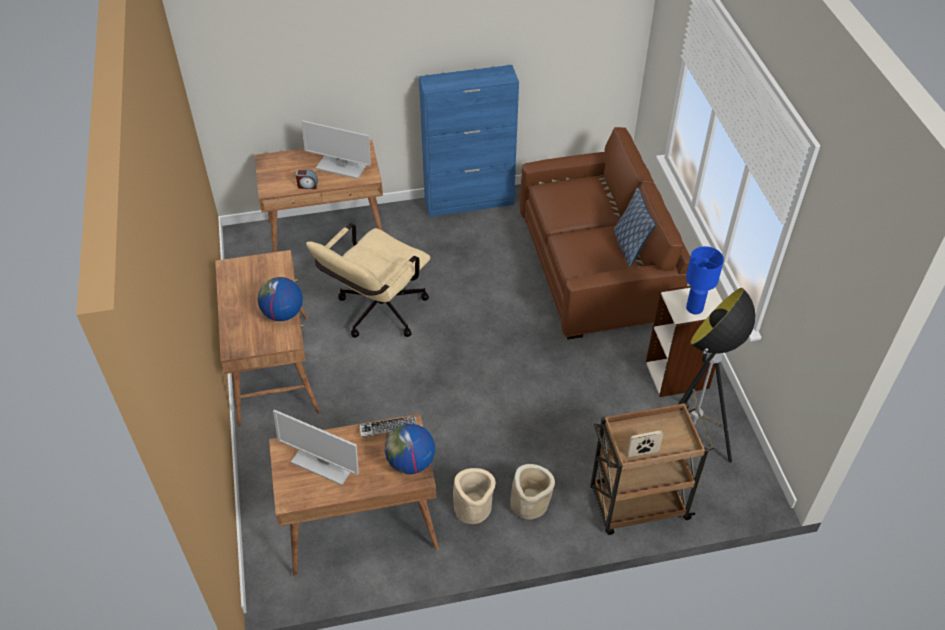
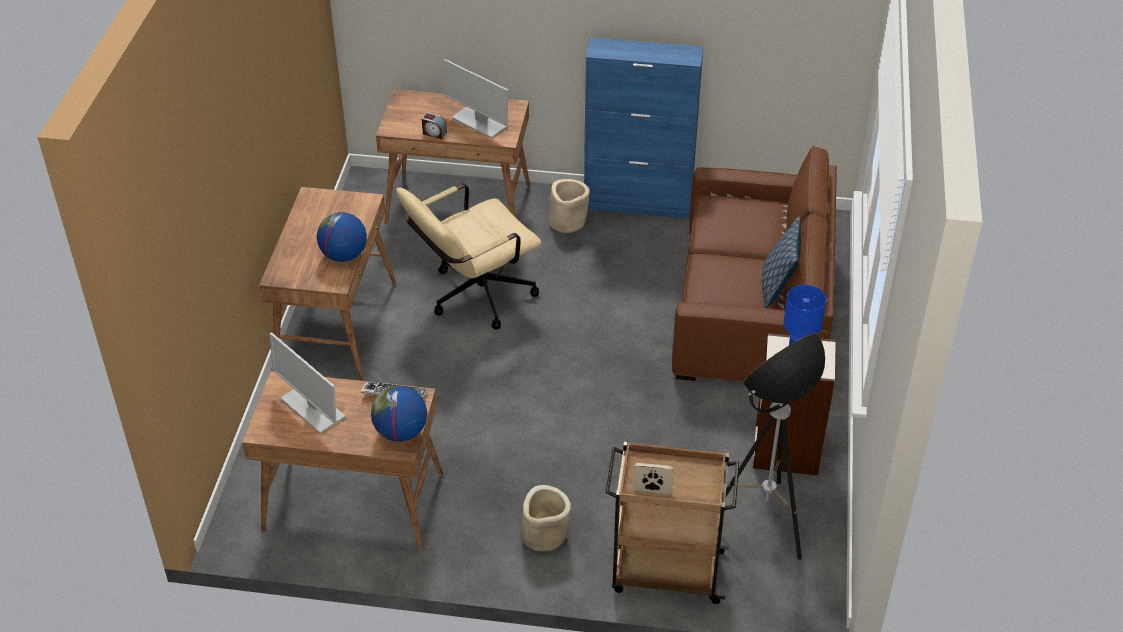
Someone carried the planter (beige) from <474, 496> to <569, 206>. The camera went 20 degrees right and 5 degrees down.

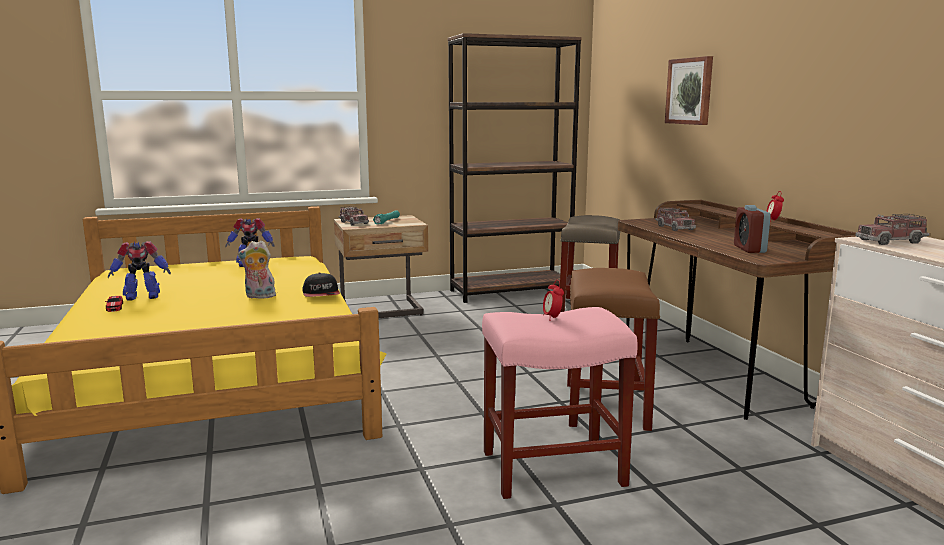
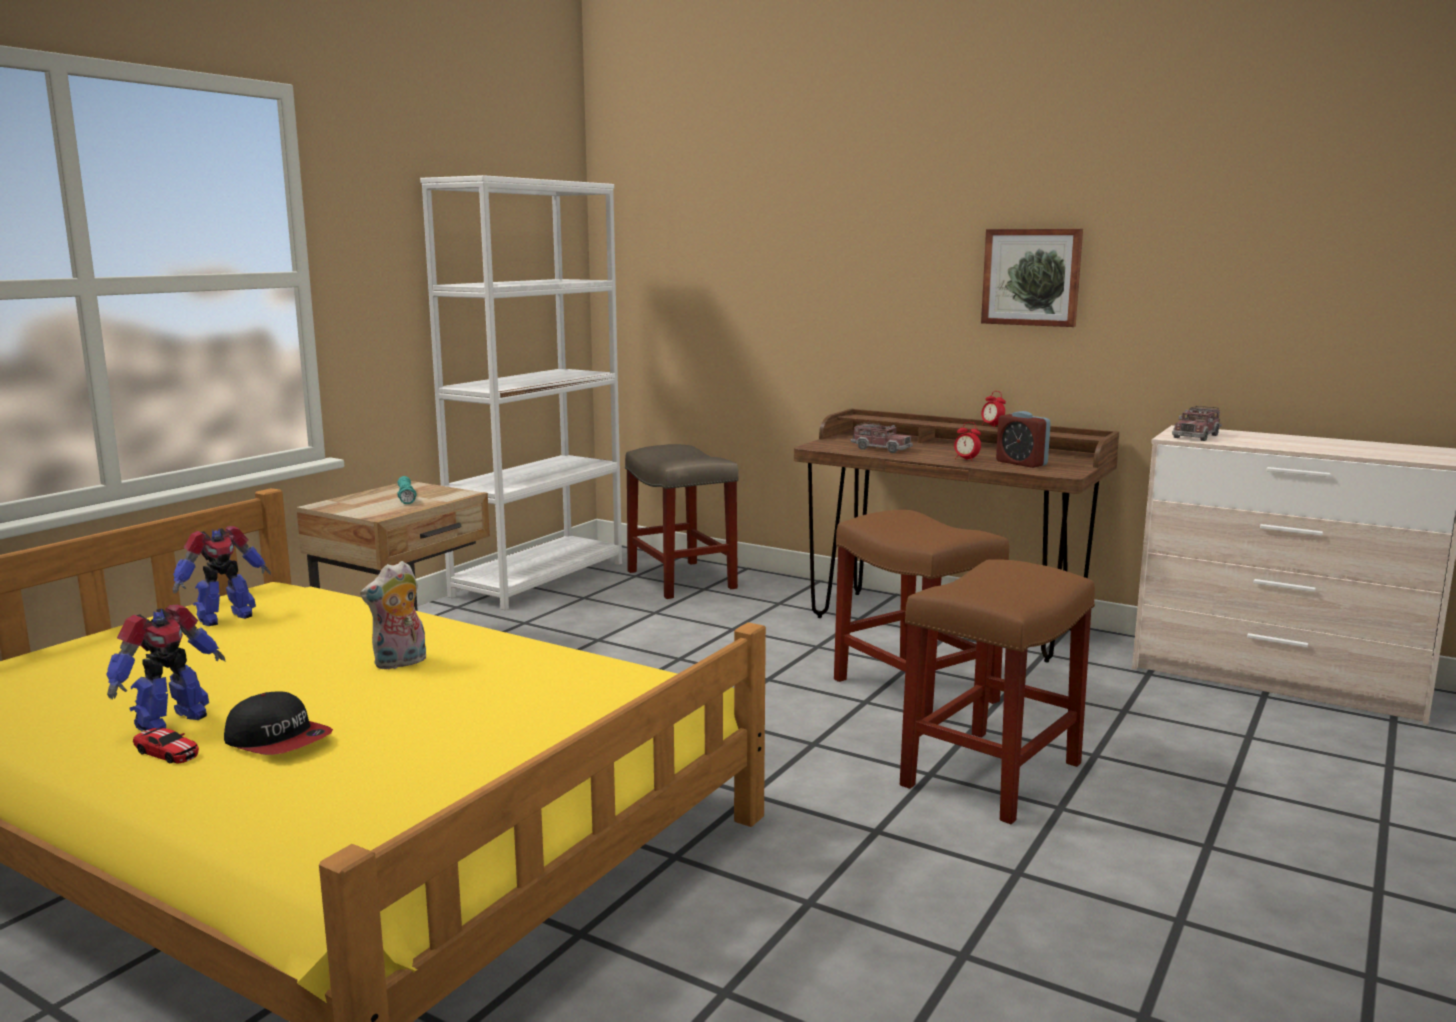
Someone carried the cap from <321, 285> to <278, 723>. Someone took away the toy truck at <354, 216>. Someone repainted the bookcase (brown) at <515, 168>, which became the bookcase (white) at <521, 392>. Someone repainted the stool (pink) at <560, 403>, which became the stool (brown) at <997, 691>. Someone carried the alarm clock from <553, 300> to <967, 441>. Someone carried the picture from <689, 90> to <1032, 278>. The camera went 40 degrees left and 0 degrees up.

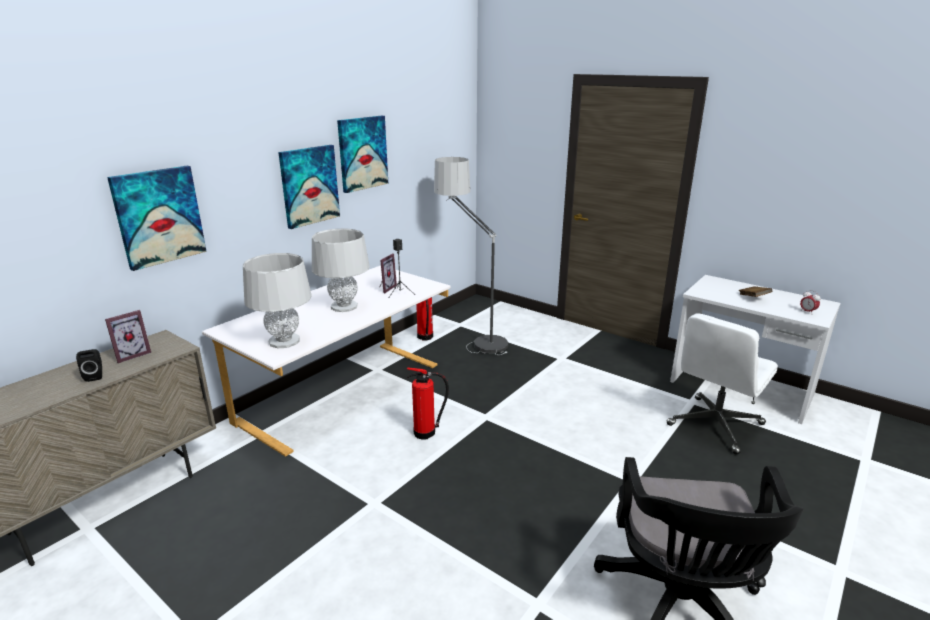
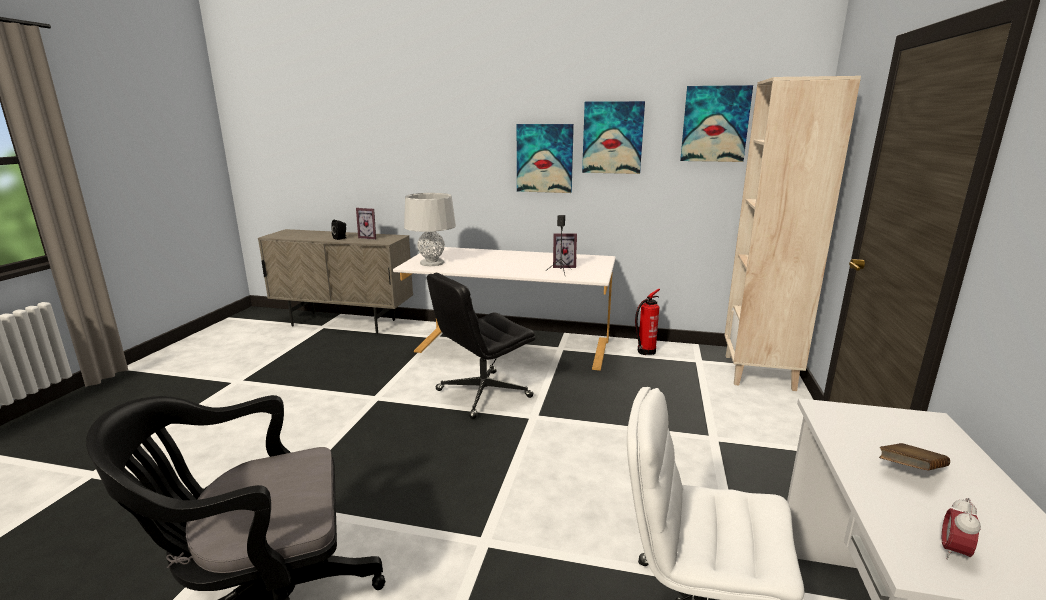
Someone carried the picture from <157, 218> to <716, 123>. Someone took away the table lamp (grey) at <341, 270>. Someone swapped the fire extinguisher at <428, 403> for the office chair (black) at <481, 346>. Someone took away the floor lamp at <471, 256>. Someone put down the bookcase (beige) at <792, 233>. The camera went 65 degrees right and 5 degrees down.

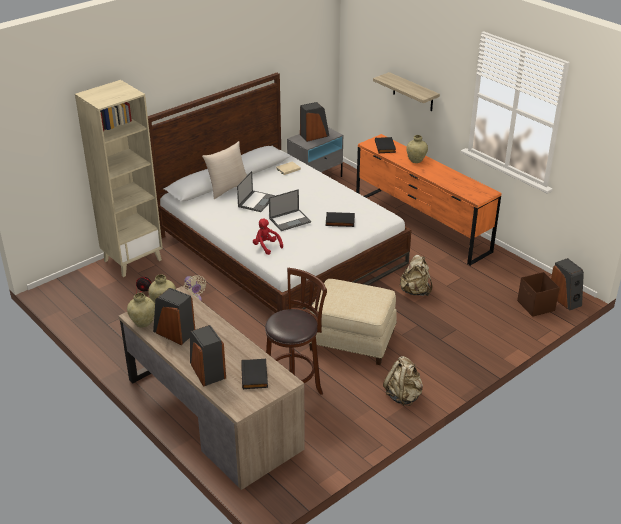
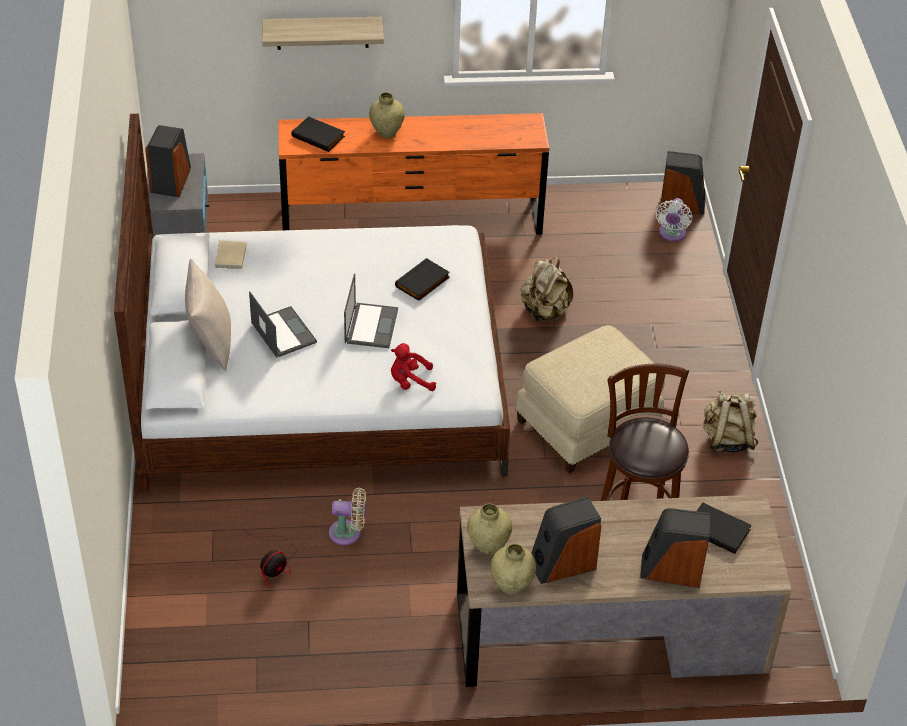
Someone took away the bookcase (beige) at <119, 178>. Someone swapped the storage box (brown) at <538, 294> for the fan (white) at <674, 219>. The camera went 55 degrees left and 10 degrees up.

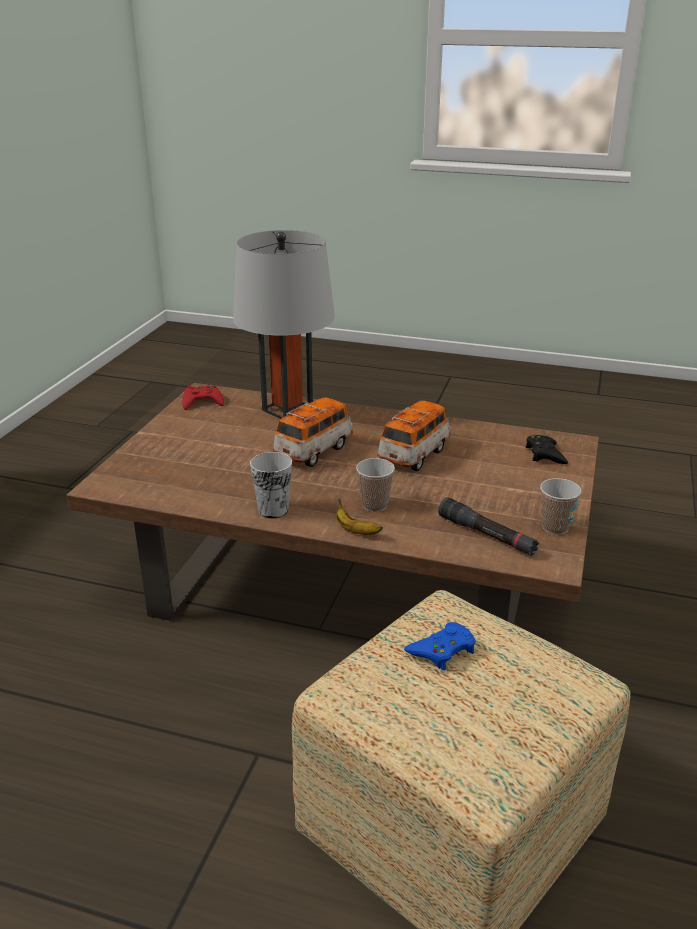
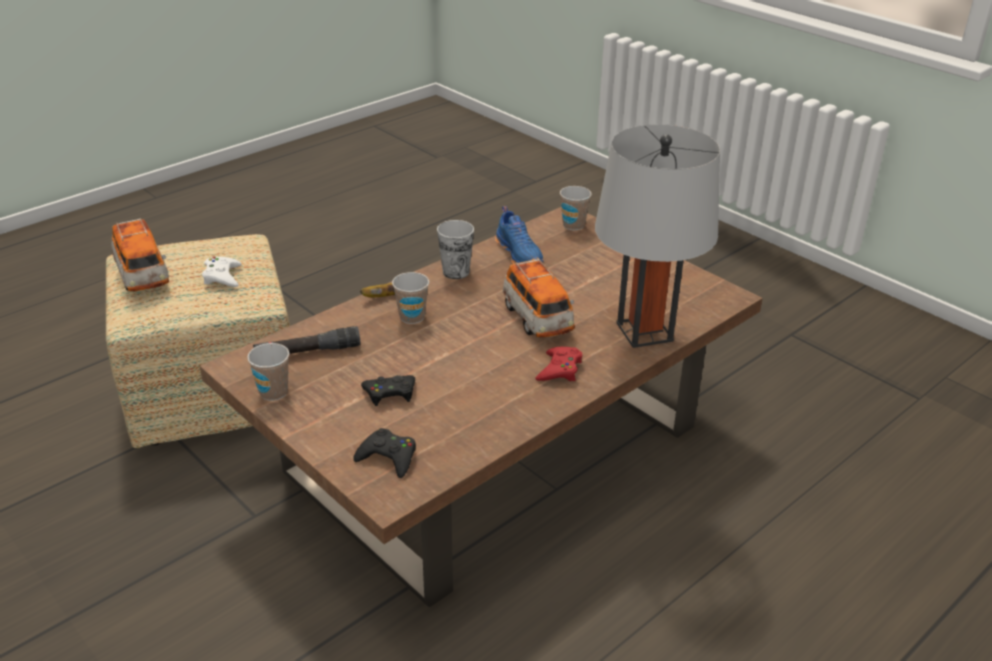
Someone carried the game controller (red) from <203, 397> to <558, 364>. Someone carried the toy car from <414, 436> to <140, 255>. Someone repainted the game controller (blue) at <440, 646>, which became the game controller (white) at <222, 272>. Someone put down the game controller (black) at <388, 390>. Someone put down the shoe (blue) at <519, 235>. Someone put down the cup at <576, 208>. The camera went 120 degrees right and 5 degrees up.

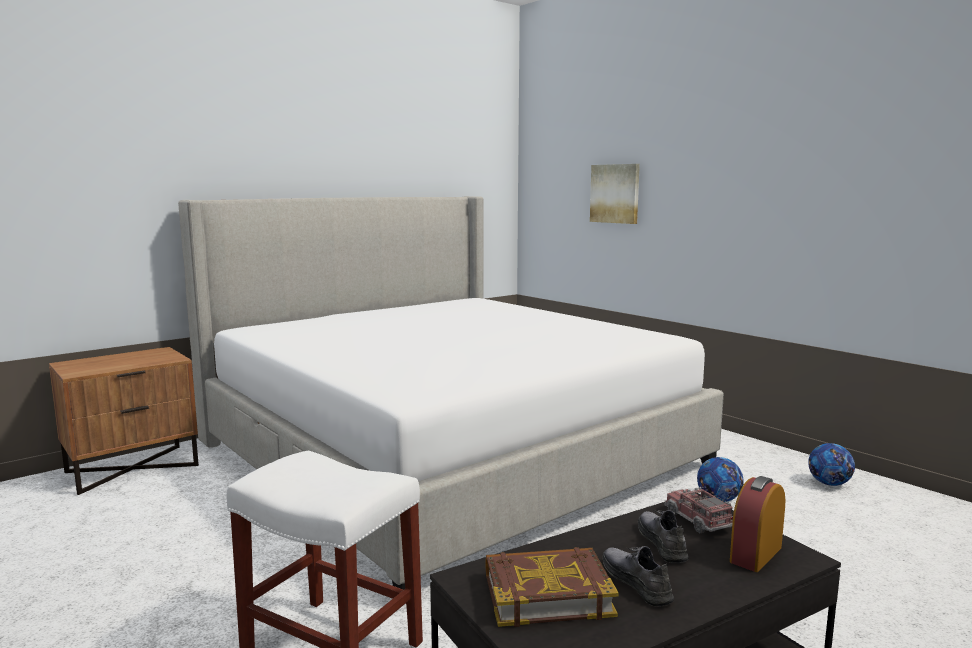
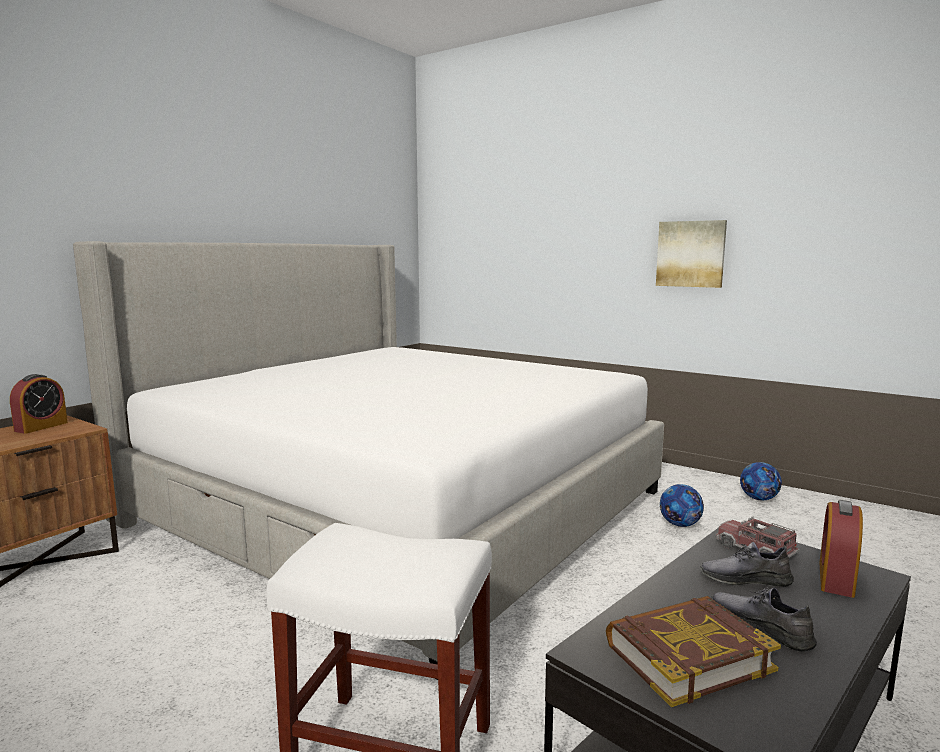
Someone carried the picture from <615, 194> to <691, 254>. Someone rotated the shoe (grey) at <663, 536> by 60 degrees counterclockwise. Someone put down the alarm clock at <39, 404>. The camera went 15 degrees left and 0 degrees up.

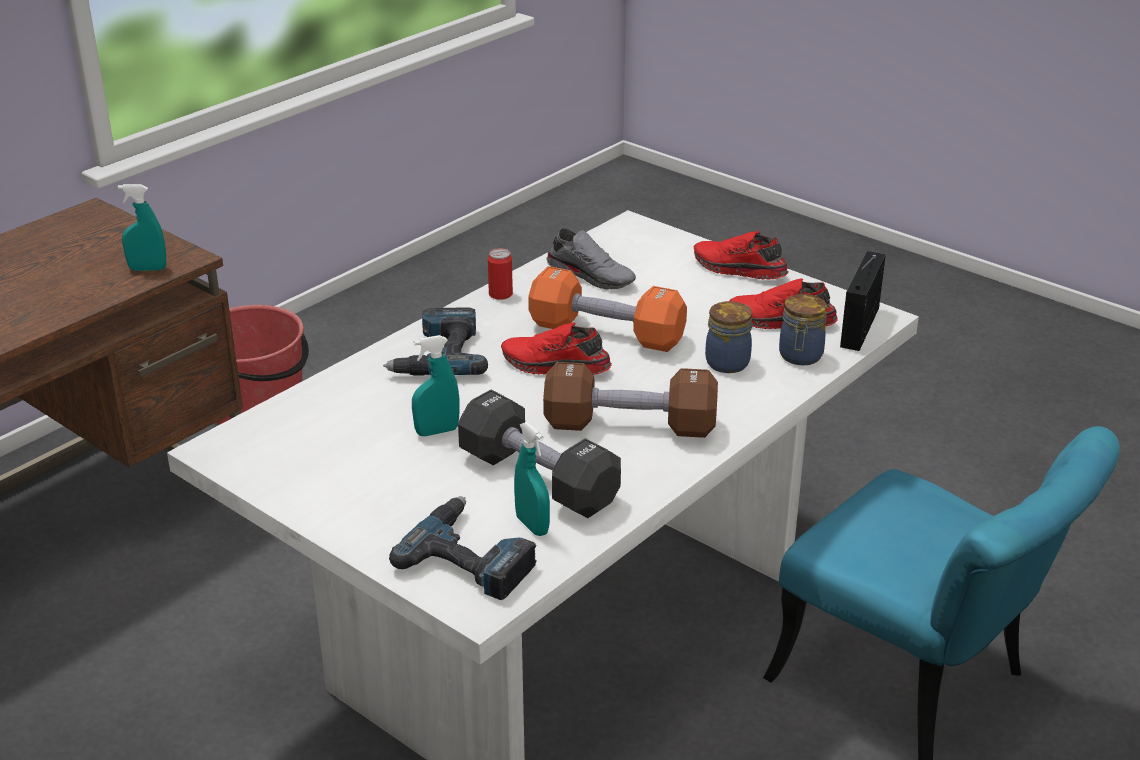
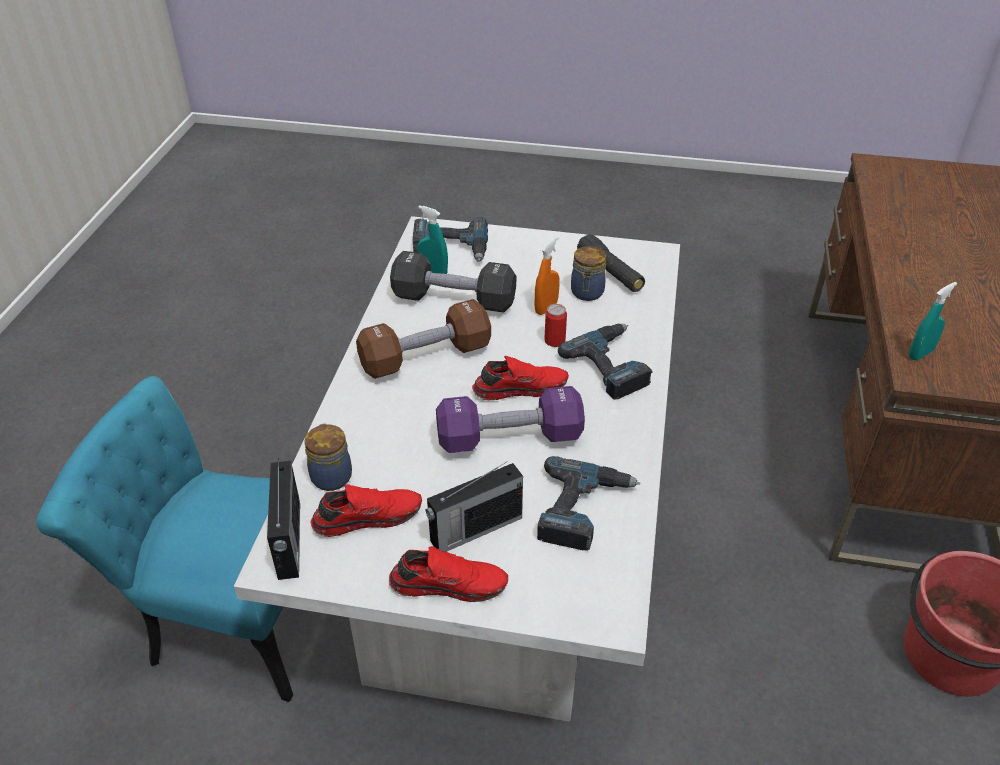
Someone repainted the spray bottle (turquoise) at <436, 385>, which became the spray bottle (orange) at <547, 275>. Someone carried the can from <500, 274> to <555, 325>. Someone repainted the dumbbell (orange) at <607, 309>, which became the dumbbell (purple) at <510, 419>. Someone swapped the shoe (grey) at <591, 259> for the power drill at <588, 503>. Someone carried the jar from <728, 337> to <588, 273>. Someone put down the radio at <474, 507>. Someone put down the flashlight (black) at <611, 263>. The camera went 150 degrees right and 10 degrees up.

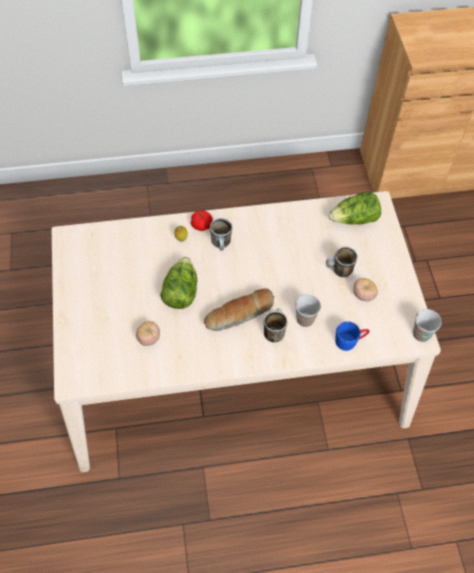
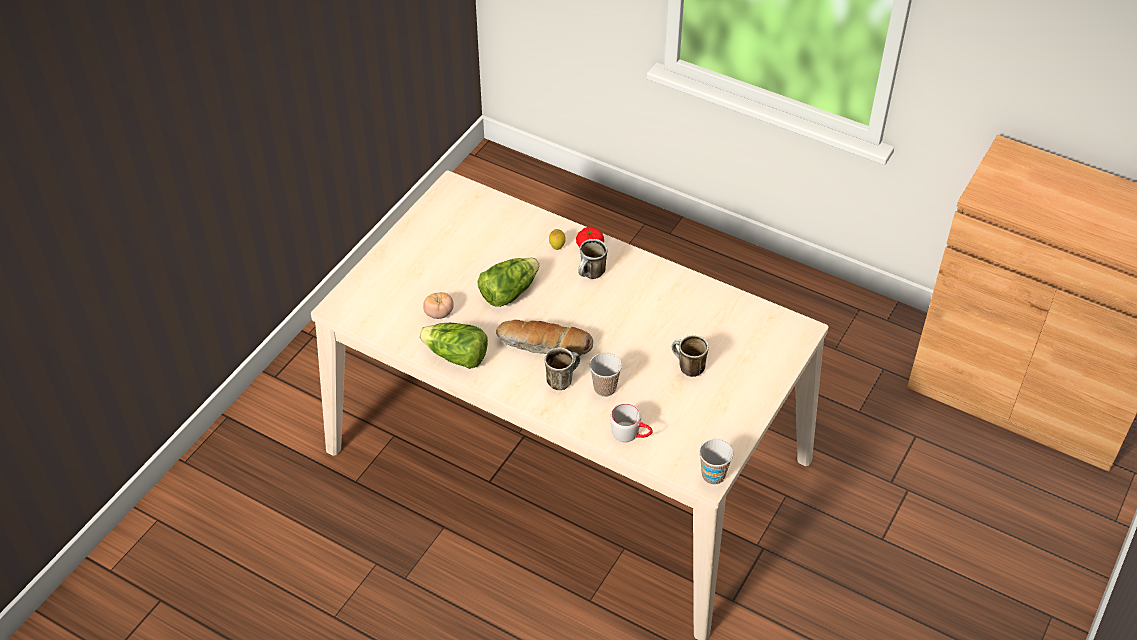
Someone carried the lettuce from <355, 208> to <453, 346>. Someone repainted the mug (blue) at <352, 336>, which became the mug (grey) at <631, 422>. Someone took away the tomato at <366, 289>. The camera went 40 degrees right and 10 degrees down.

